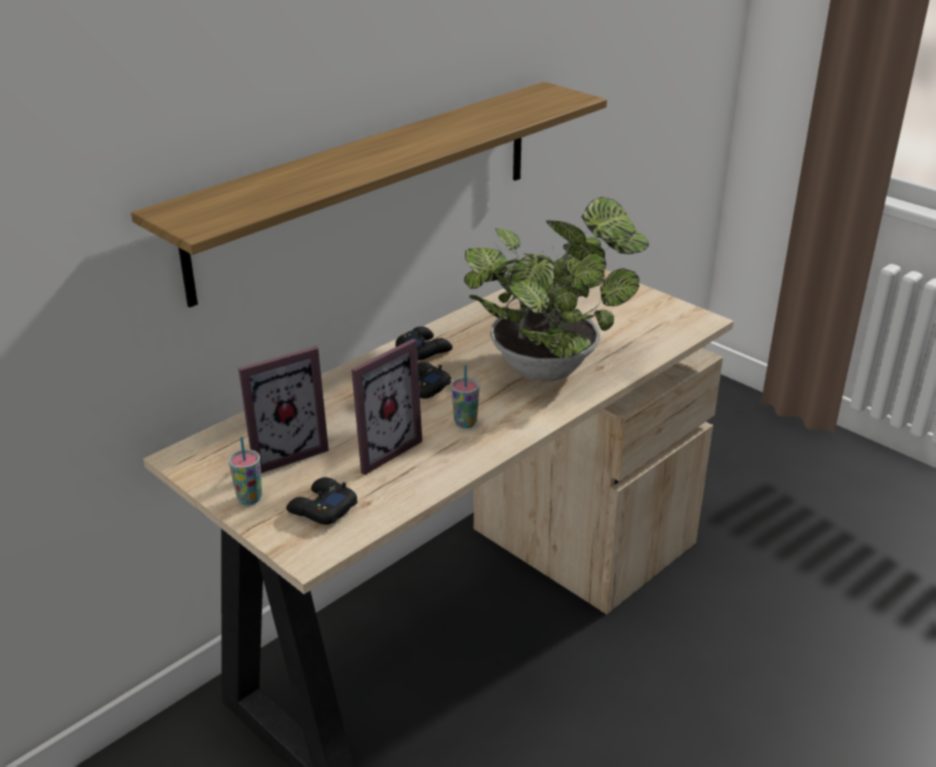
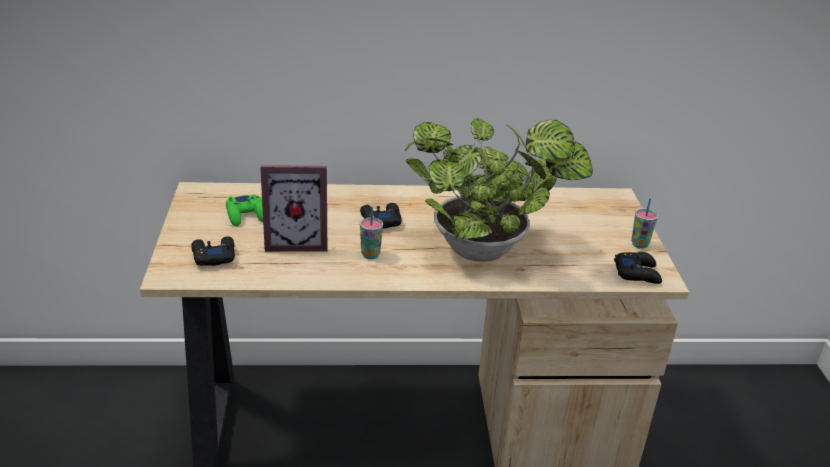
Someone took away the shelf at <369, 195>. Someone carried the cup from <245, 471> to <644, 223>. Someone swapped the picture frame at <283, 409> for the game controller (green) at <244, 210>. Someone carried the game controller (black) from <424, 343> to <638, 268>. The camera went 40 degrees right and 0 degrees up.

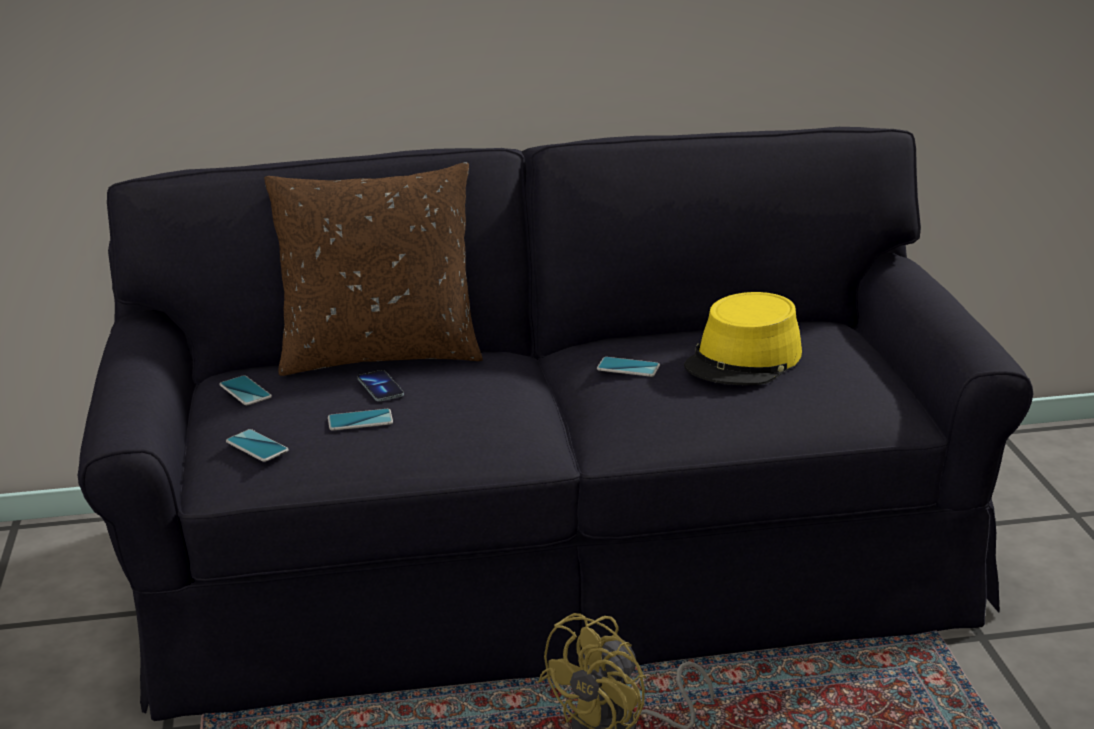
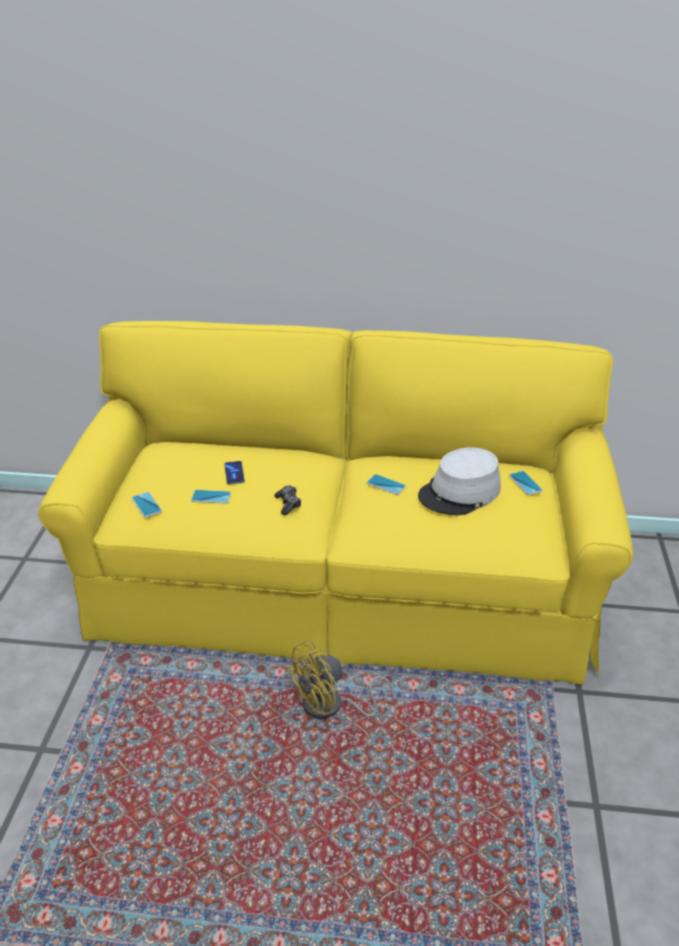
Someone repainted the sofa (black) at <555, 424>, which became the sofa (yellow) at <335, 503>. Someone carried the phone from <245, 390> to <526, 483>. Someone took away the pillow (brown) at <373, 269>. Someone repainted the hat (yellow) at <743, 338>, which became the hat (grey) at <459, 481>. Someone put down the game controller at <288, 500>. The camera went 15 degrees right and 10 degrees up.

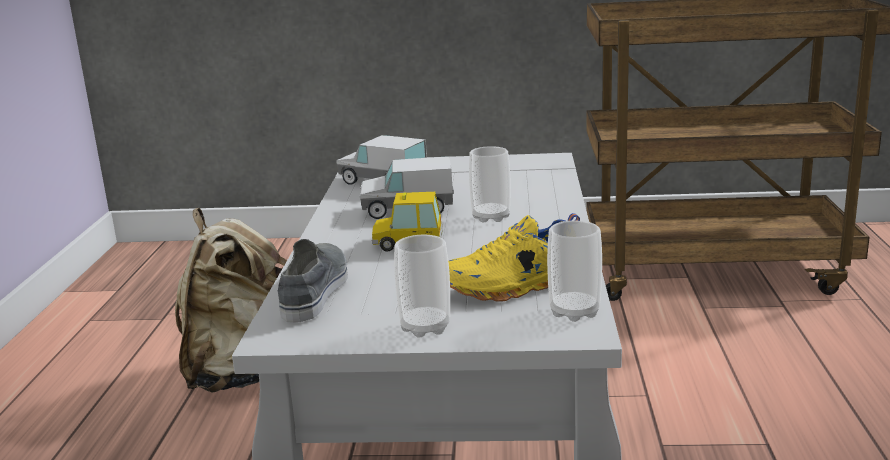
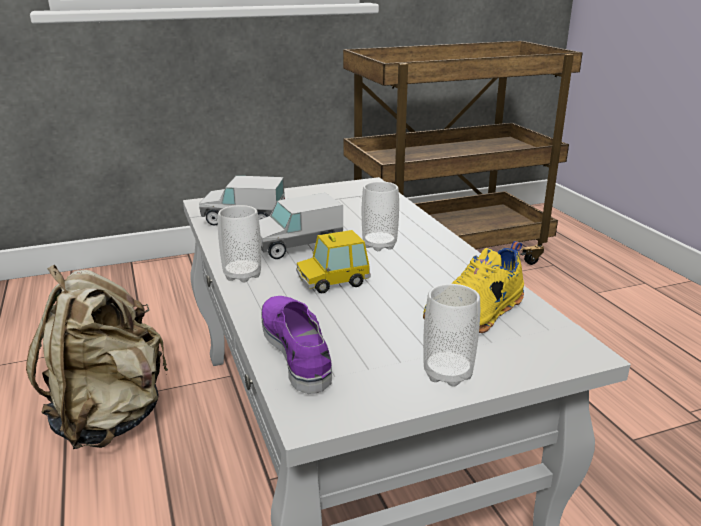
Someone repainted the shoe (grey) at <313, 281>, which became the shoe (purple) at <296, 345>. Someone carried the cup from <574, 271> to <239, 244>. The camera went 25 degrees left and 5 degrees up.

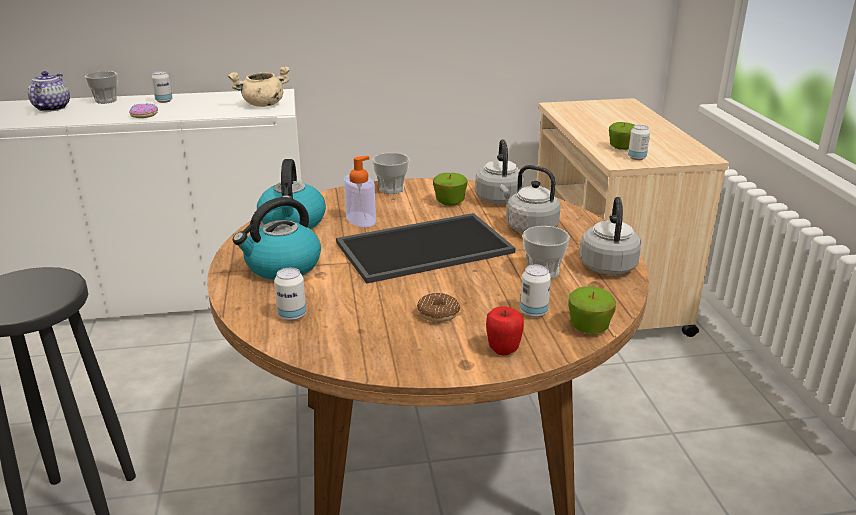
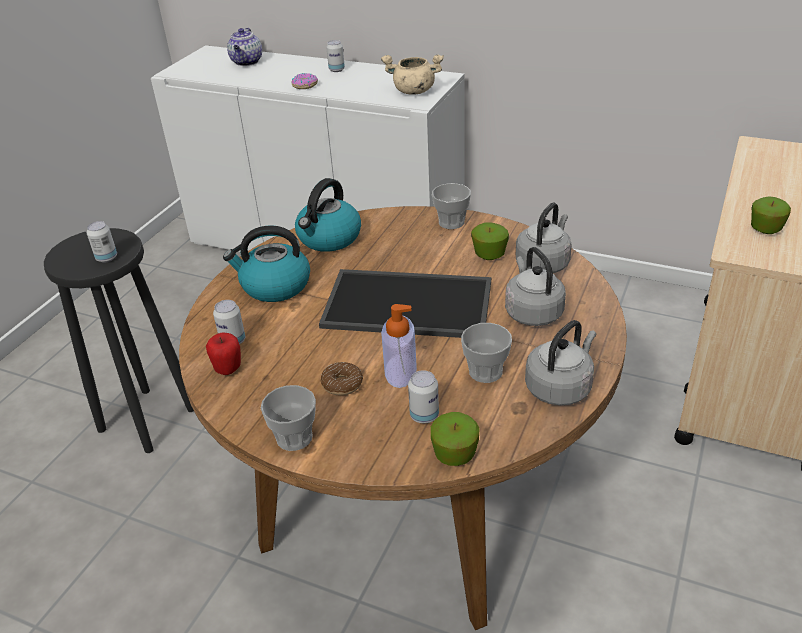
Someone rotated the teapot at <49, 91> by 150 degrees clockwise. Someone carried the cup from <101, 87> to <288, 418>. Someone carried the soap dispenser from <360, 191> to <399, 346>. Someone carried the apple from <505, 331> to <223, 354>. Someone carried the can from <639, 142> to <102, 241>. The camera went 35 degrees right and 10 degrees up.

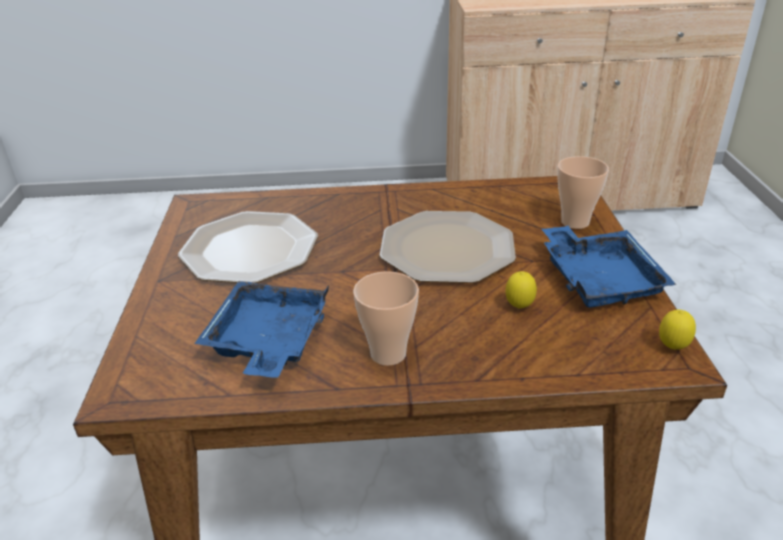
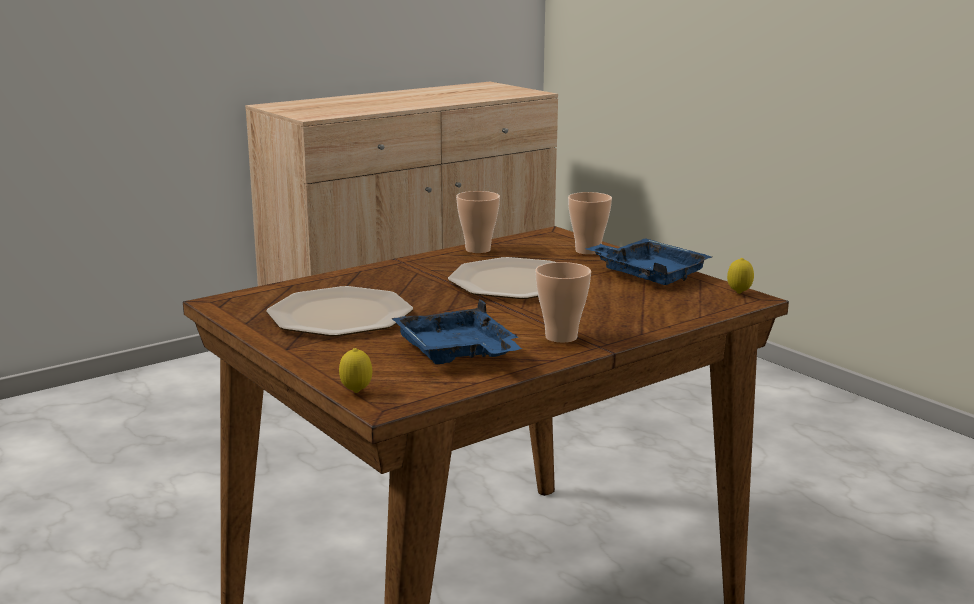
Someone carried the lemon from <521, 290> to <355, 370>. Someone put down the cup at <478, 222>. The camera went 35 degrees left and 15 degrees down.

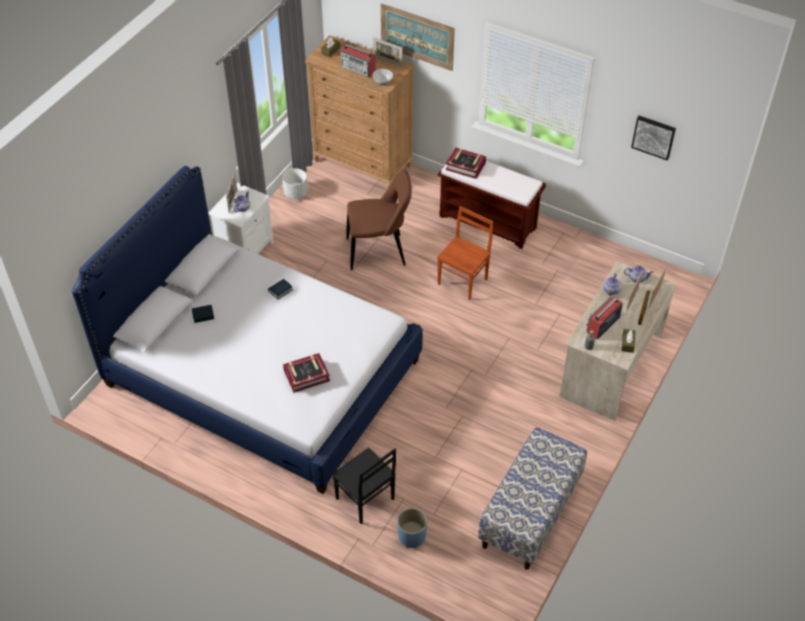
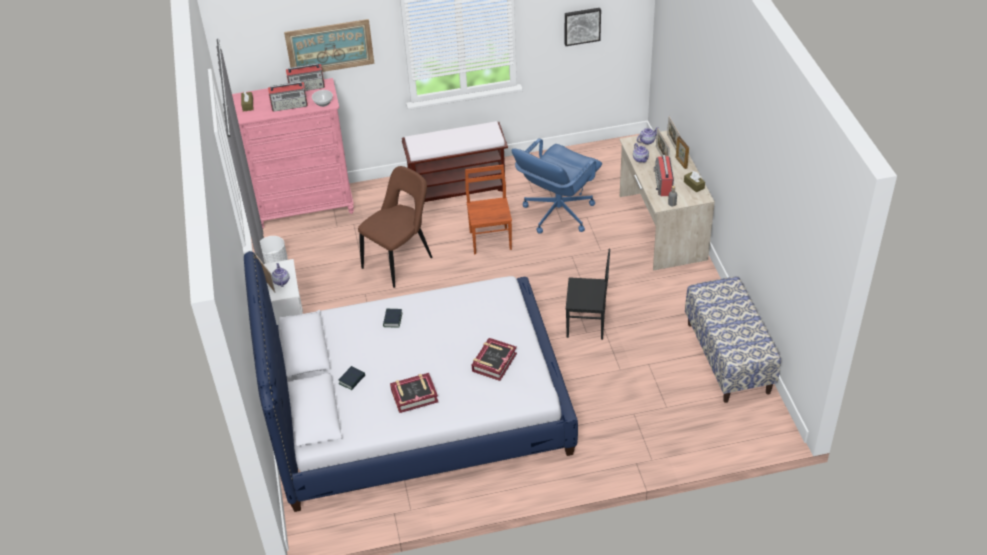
Someone repainted the dresser (brown) at <360, 112>, which became the dresser (pink) at <293, 153>. Someone carried the chair (black) from <364, 485> to <588, 294>. Someone swapped the picture frame at <387, 52> for the radio at <305, 77>. Someone took away the planter (blue) at <412, 528>. Someone carried the book from <466, 163> to <414, 393>. Someone put down the office chair (blue) at <556, 186>. The camera went 40 degrees left and 5 degrees down.

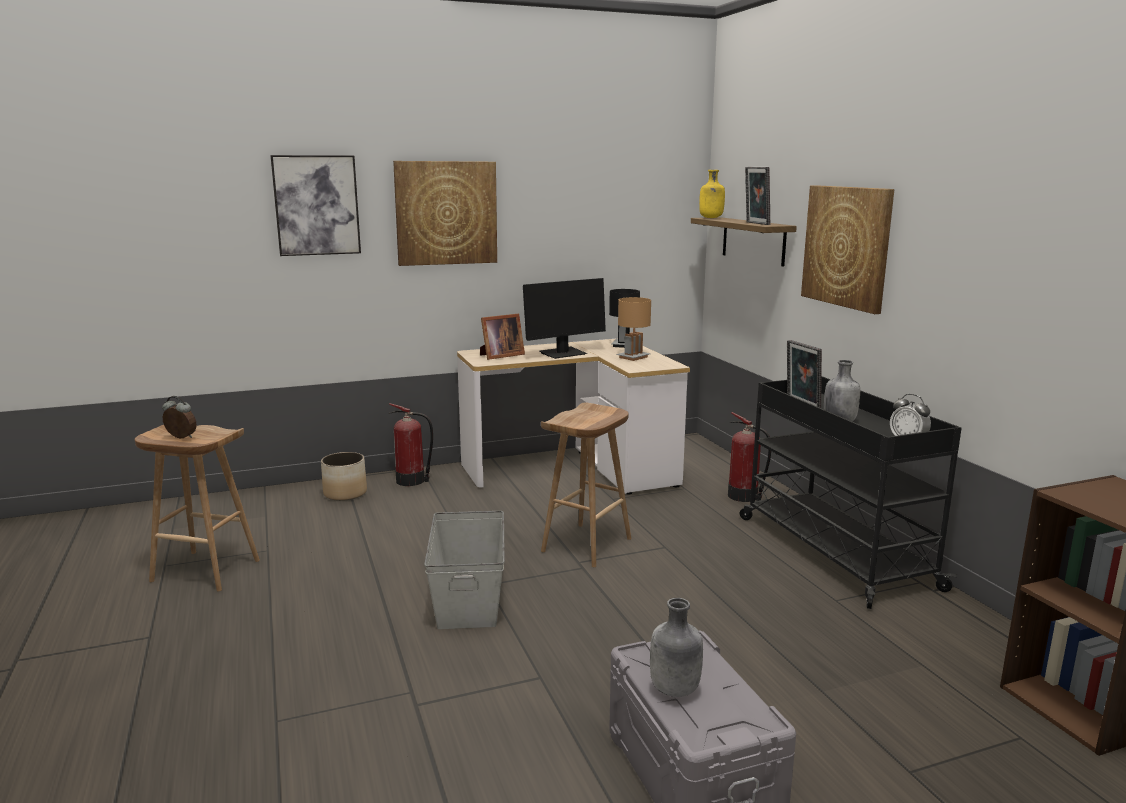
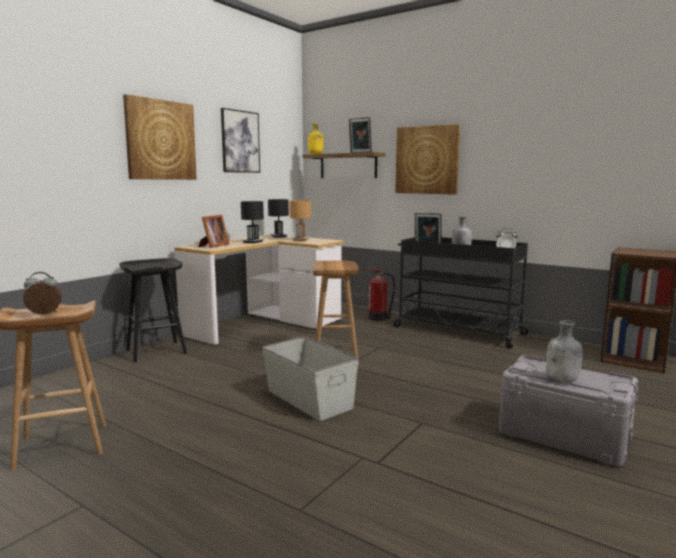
Someone carried the picture from <315, 205> to <240, 140>. Someone took away the planter at <344, 476>. Someone swapped the fire extinguisher at <411, 444> for the stool (black) at <153, 310>. Someone swapped the monitor at <564, 318> for the table lamp (black) at <252, 222>. The camera went 35 degrees left and 5 degrees down.

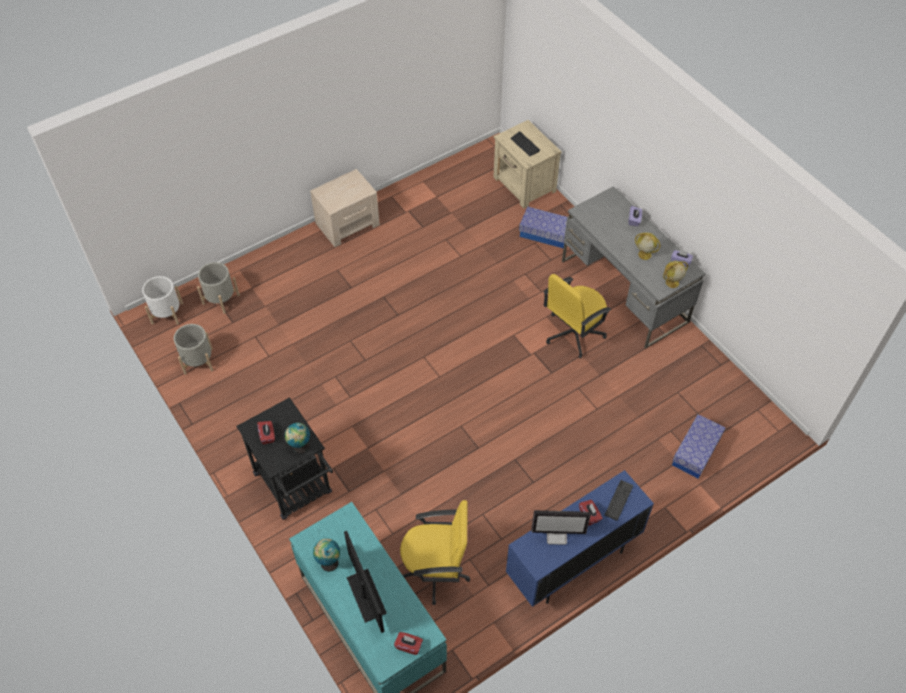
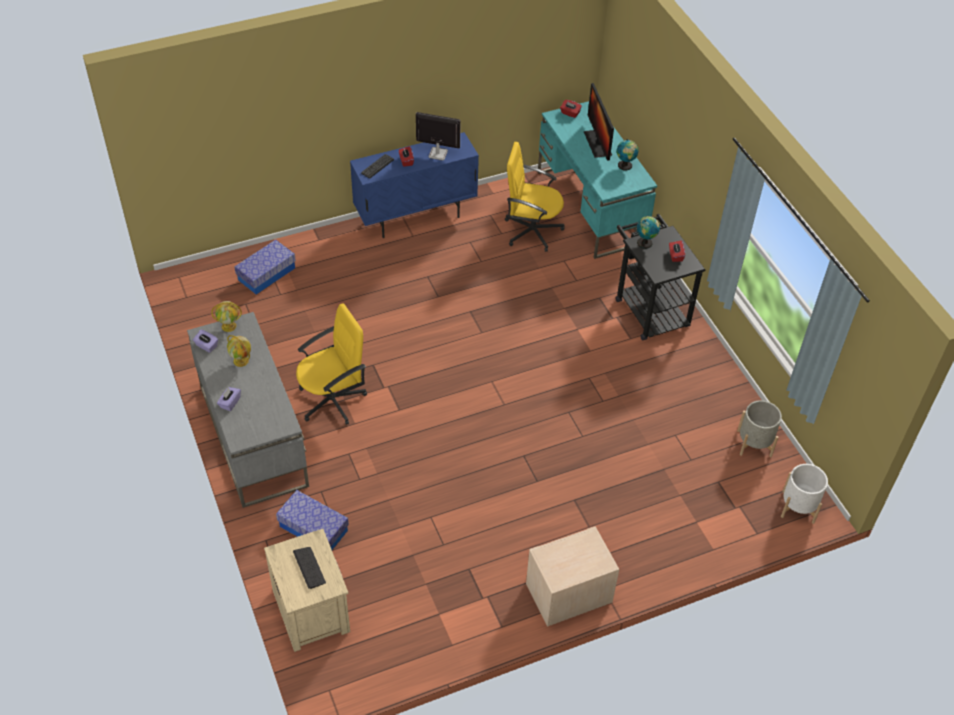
Someone took away the planter (grey) at <218, 288>. The camera went 170 degrees left and 5 degrees down.

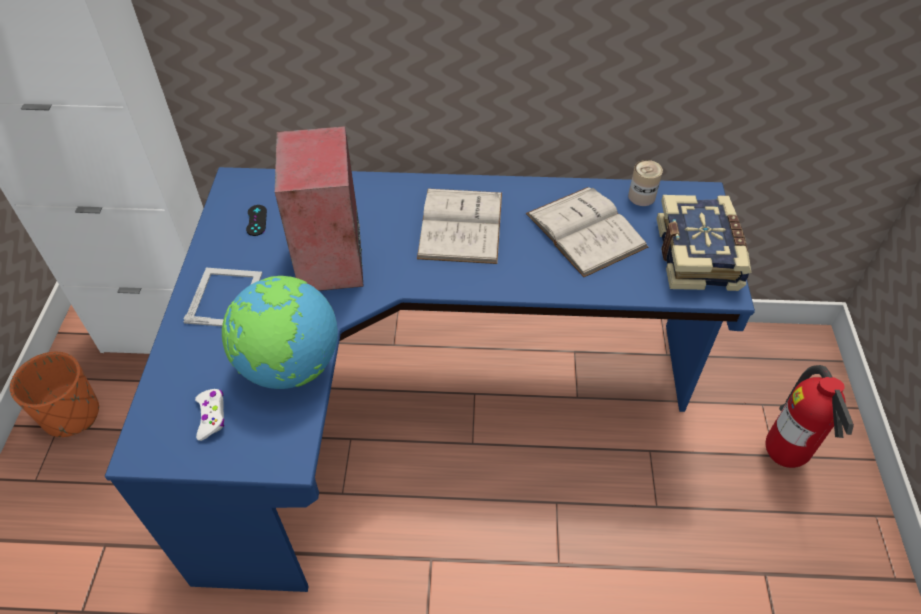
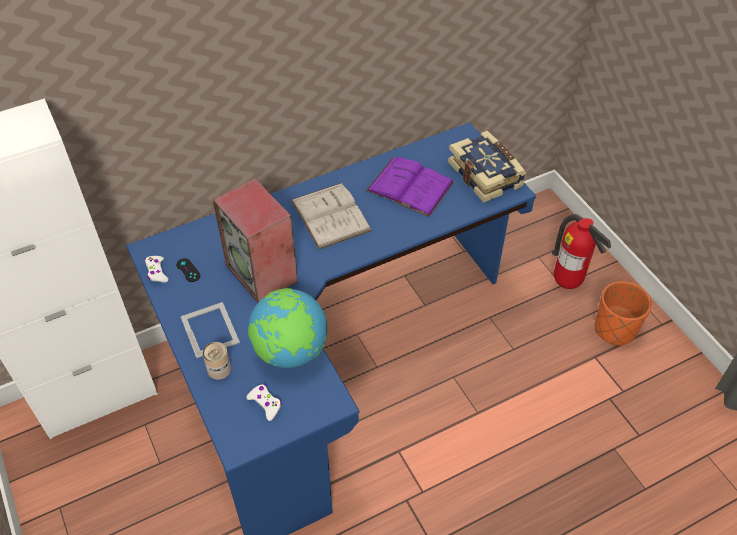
Someone carried the planter (orange) from <54, 394> to <623, 313>. Someone repainted the book (white) at <587, 232>, which became the book (purple) at <410, 187>. Someone carried the can from <645, 183> to <216, 361>. Someone put down the game controller (white) at <156, 269>. The camera went 30 degrees left and 0 degrees up.

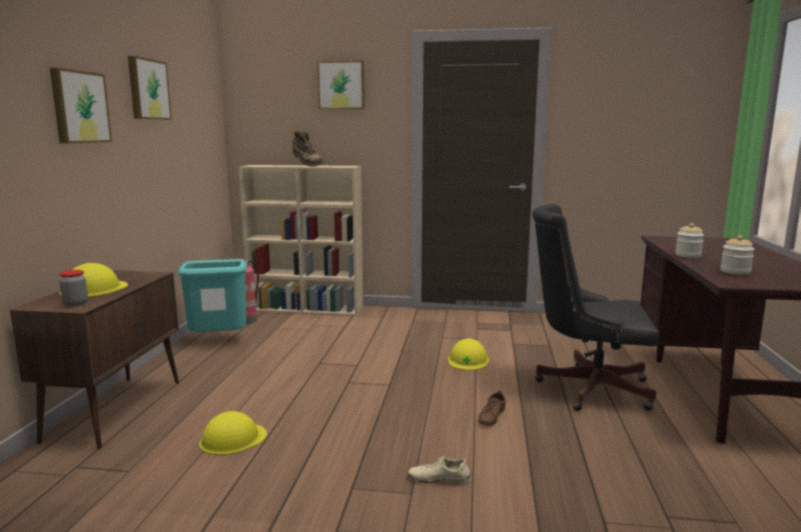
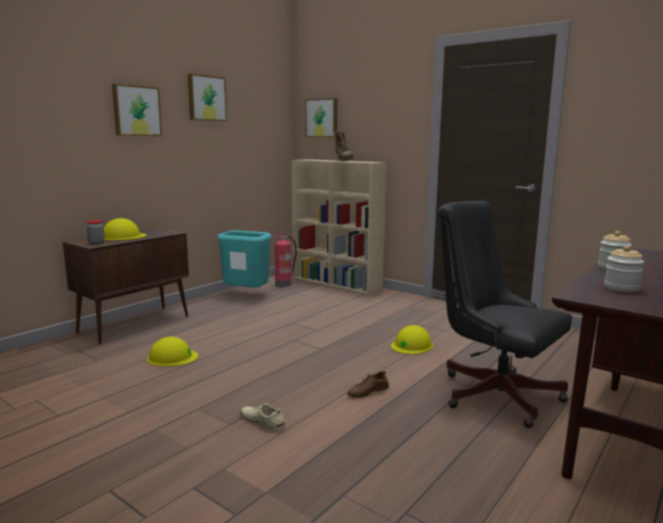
Someone carried the picture from <341, 84> to <321, 117>. The camera went 30 degrees right and 0 degrees up.

